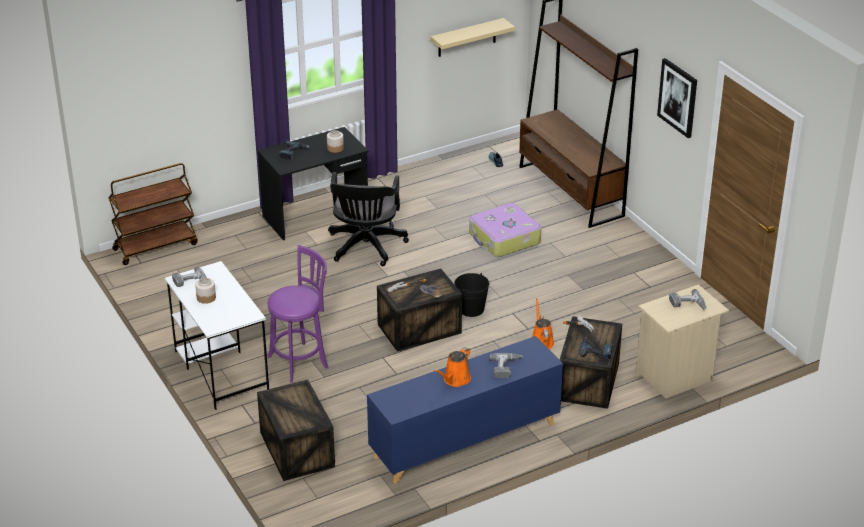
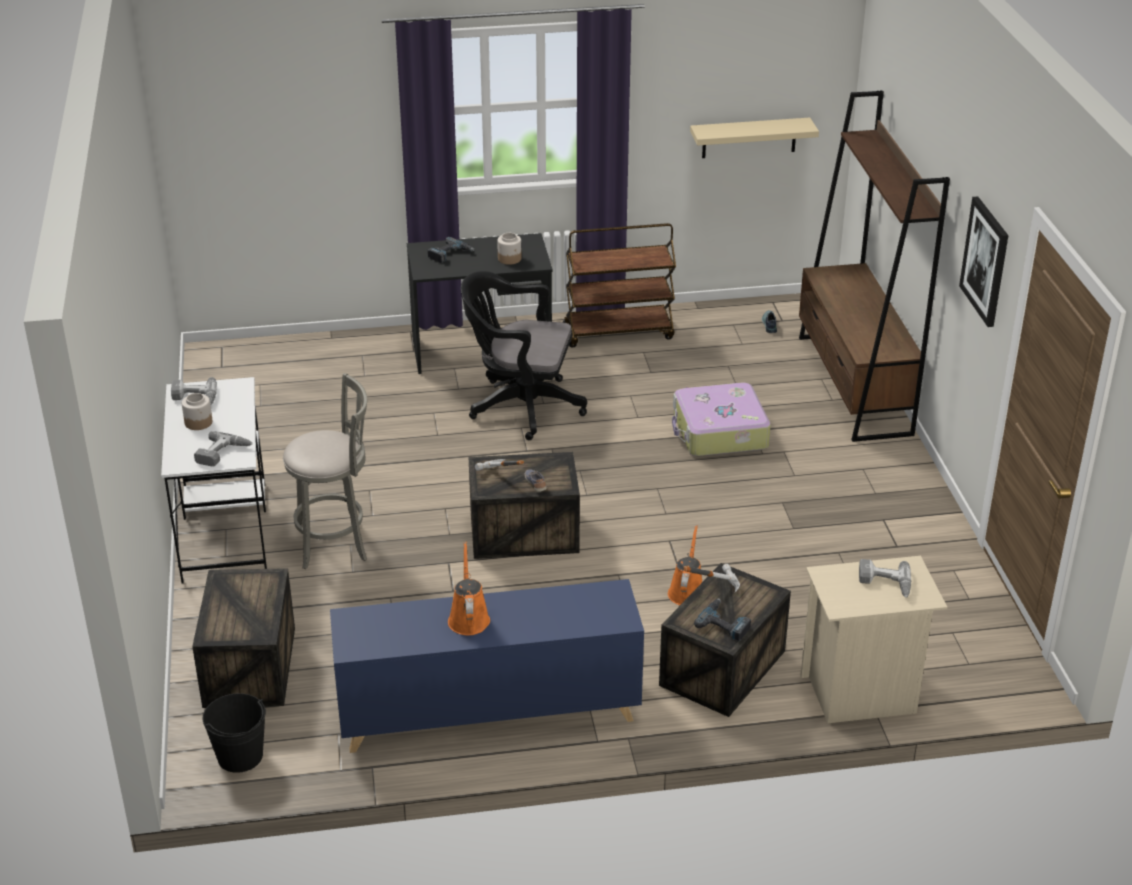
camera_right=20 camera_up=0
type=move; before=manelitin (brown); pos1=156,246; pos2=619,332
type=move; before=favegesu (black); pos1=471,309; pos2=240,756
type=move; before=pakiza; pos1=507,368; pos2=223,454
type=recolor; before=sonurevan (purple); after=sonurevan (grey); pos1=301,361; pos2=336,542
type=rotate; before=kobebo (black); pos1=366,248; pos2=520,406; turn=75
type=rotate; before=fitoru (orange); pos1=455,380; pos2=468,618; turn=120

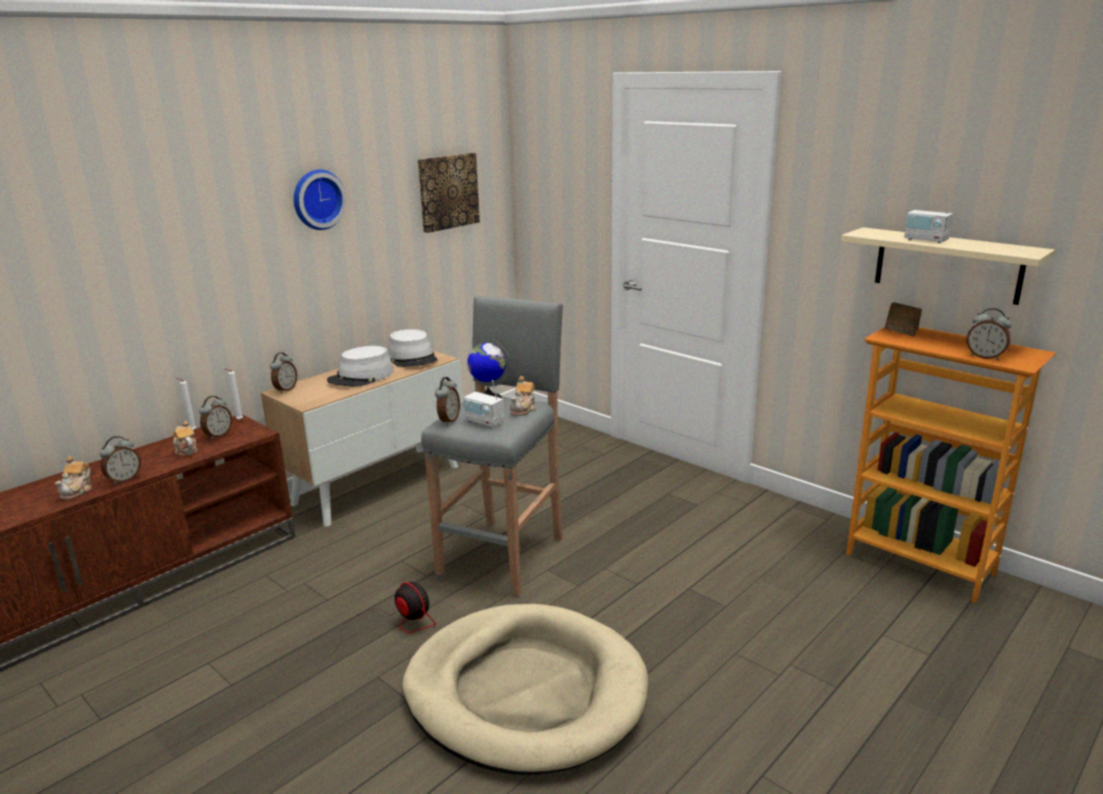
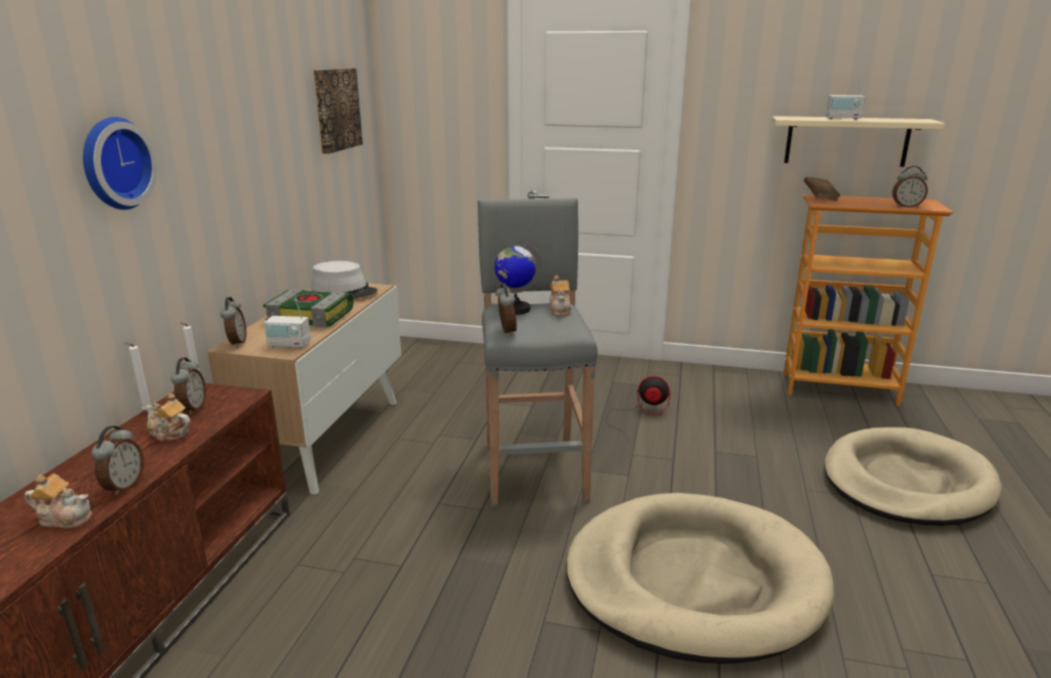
camera_right=-30 camera_up=0
type=insert; after=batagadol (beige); pos2=906,482
type=move; before=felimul; pos1=317,199; pos2=113,163
type=move; before=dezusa; pos1=393,625; pos2=640,414
type=move; before=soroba; pos1=484,422; pos2=289,345
type=replace; before=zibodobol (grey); after=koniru; pos1=361,377; pos2=312,316
type=rotate; before=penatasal; pos1=77,491; pos2=65,518; turn=-60

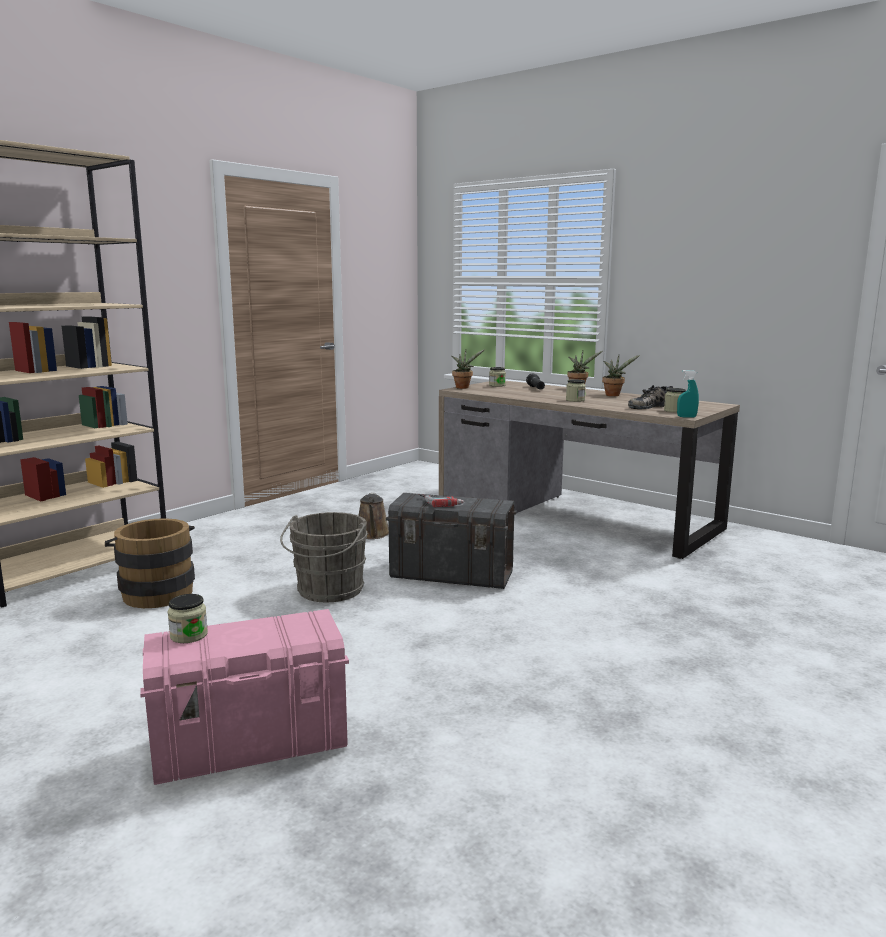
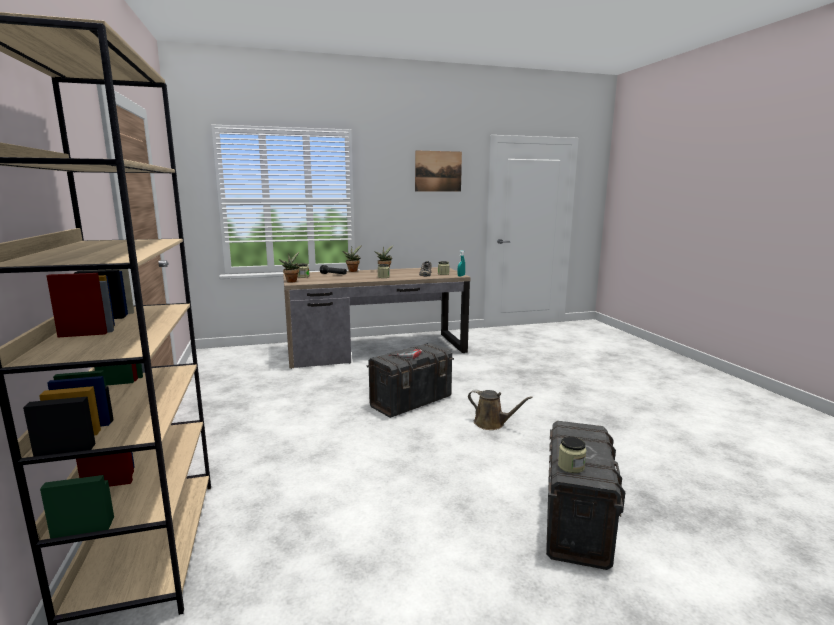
camera_right=-55 camera_up=0
type=delete; before=favegesu (brown); pos1=156,592
type=delete; before=favegesu (grey); pos1=328,591
type=insert; after=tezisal; pos2=438,171
type=move; before=fitoru (brown); pos1=372,535; pos2=492,424
type=recolor; before=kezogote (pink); after=kezogote (grey); pos1=251,744; pos2=576,521

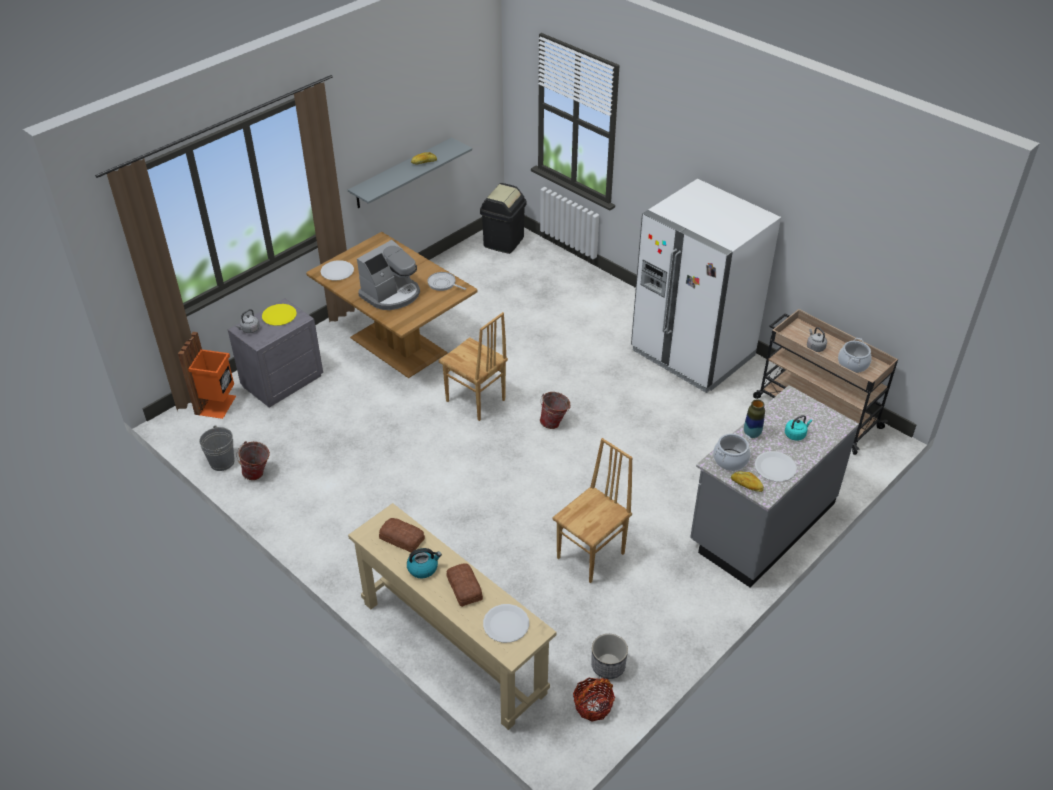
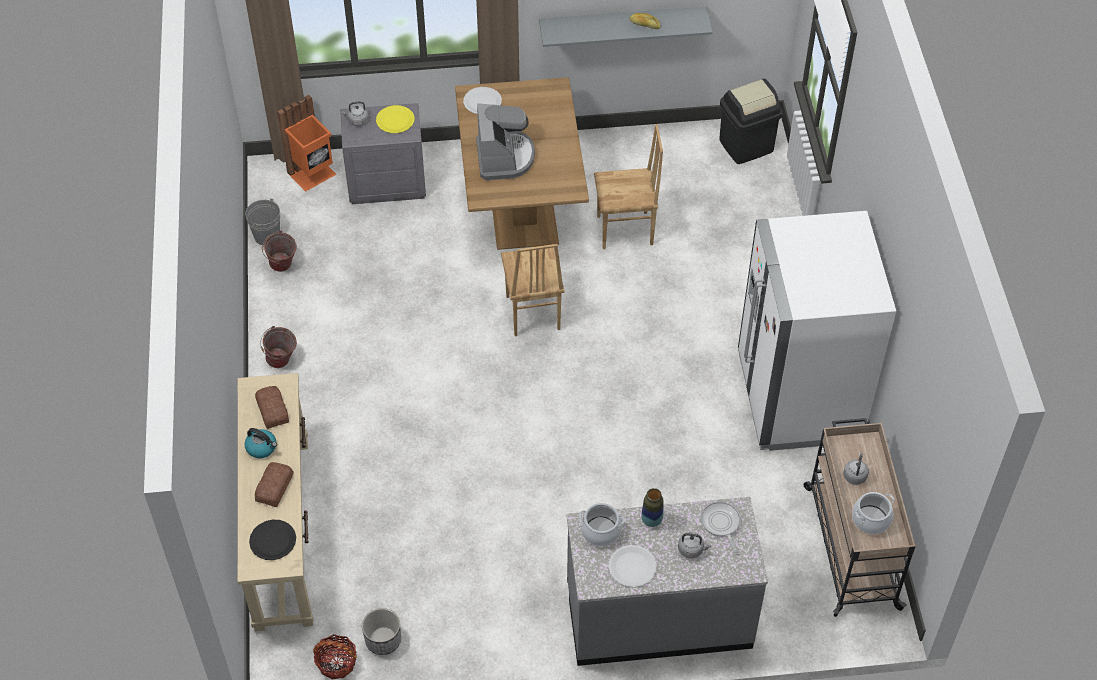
camera_right=40 camera_up=10
type=delete; before=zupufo; pos1=746,485
type=move; before=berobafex; pos1=443,284; pos2=721,524
type=move; before=favegesu; pos1=555,423; pos2=282,362
type=move; before=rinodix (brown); pos1=592,556; pos2=625,231
type=recolor; before=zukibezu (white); after=zukibezu (black); pos1=506,624; pos2=273,540
type=recolor; before=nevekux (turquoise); after=nevekux (grey); pos1=796,434; pos2=692,550
type=rotate; before=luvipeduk; pos1=391,294; pos2=504,157; turn=-90

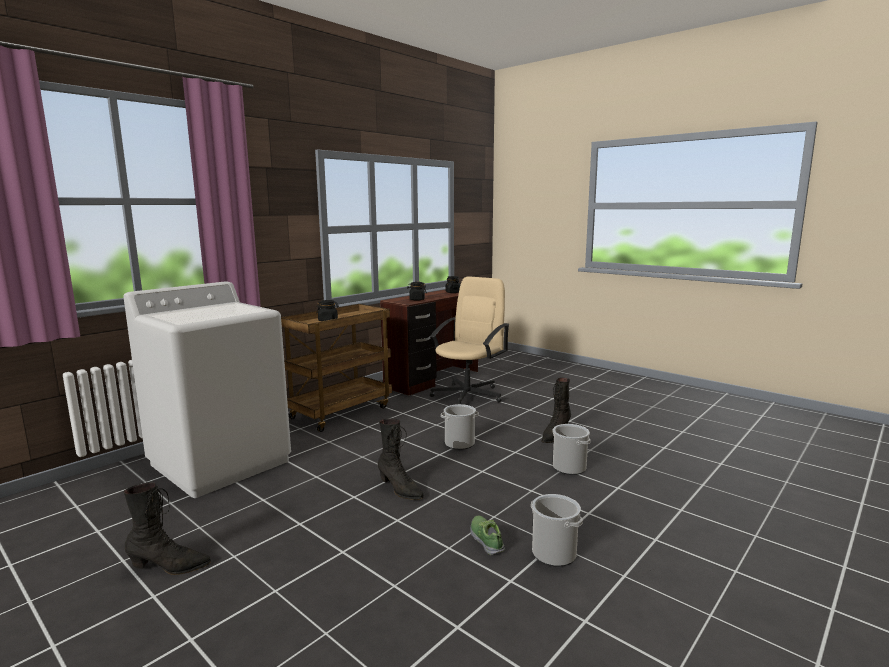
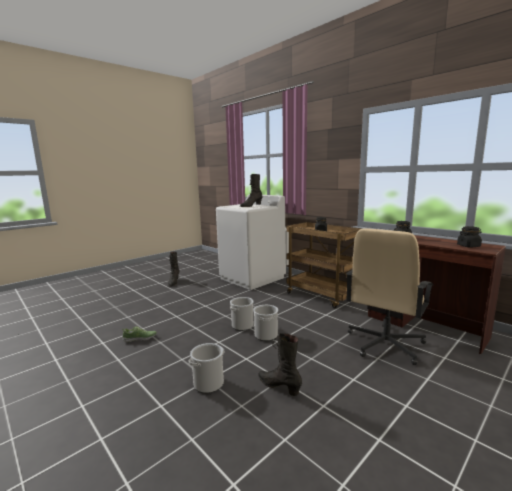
camera_right=95 camera_up=0
type=move; before=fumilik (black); pos1=400,490; pos2=251,206
type=move; before=favegesu; pos1=554,553; pos2=242,325
type=rotate; before=kobebo (beige); pos1=468,395; pos2=384,344; turn=90

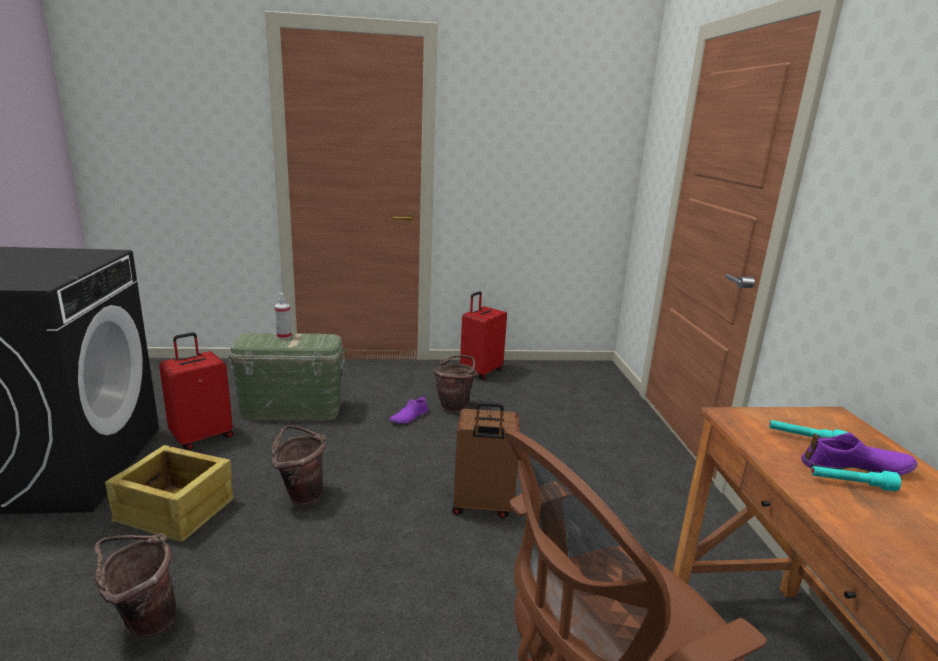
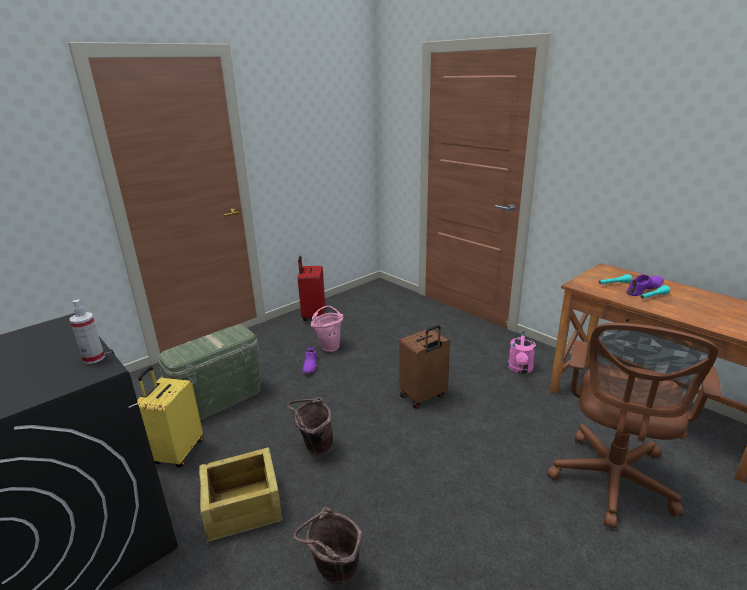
camera_right=-35 camera_up=5
type=insert; after=fitoru (pink); pos2=520,369
type=move; before=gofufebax; pos1=284,336; pos2=94,358
type=recolor; before=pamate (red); after=pamate (yellow); pos1=202,437; pos2=177,452
type=recolor; before=favegesu (brown); after=favegesu (pink); pos1=455,407; pos2=329,346

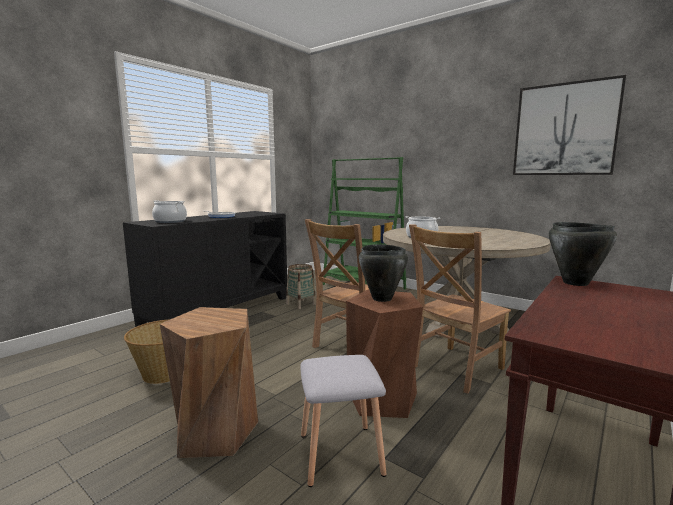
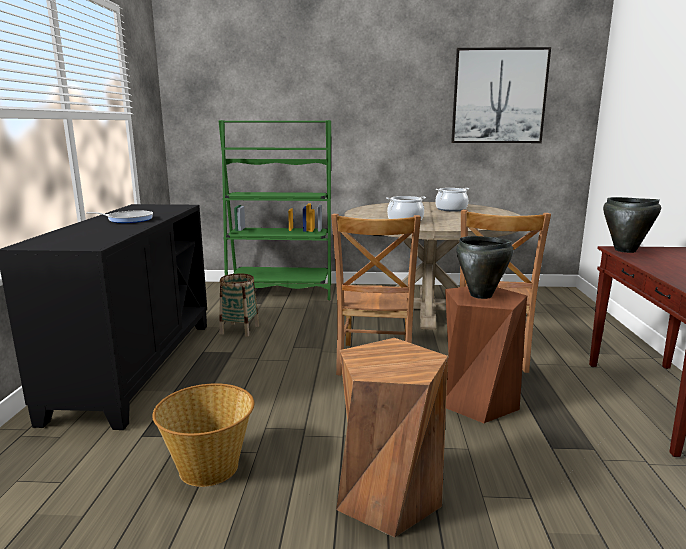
camera_right=-35 camera_up=5
type=delete; before=sonurevan (grey); pos1=339,454
type=move; before=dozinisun; pos1=170,221; pos2=451,209

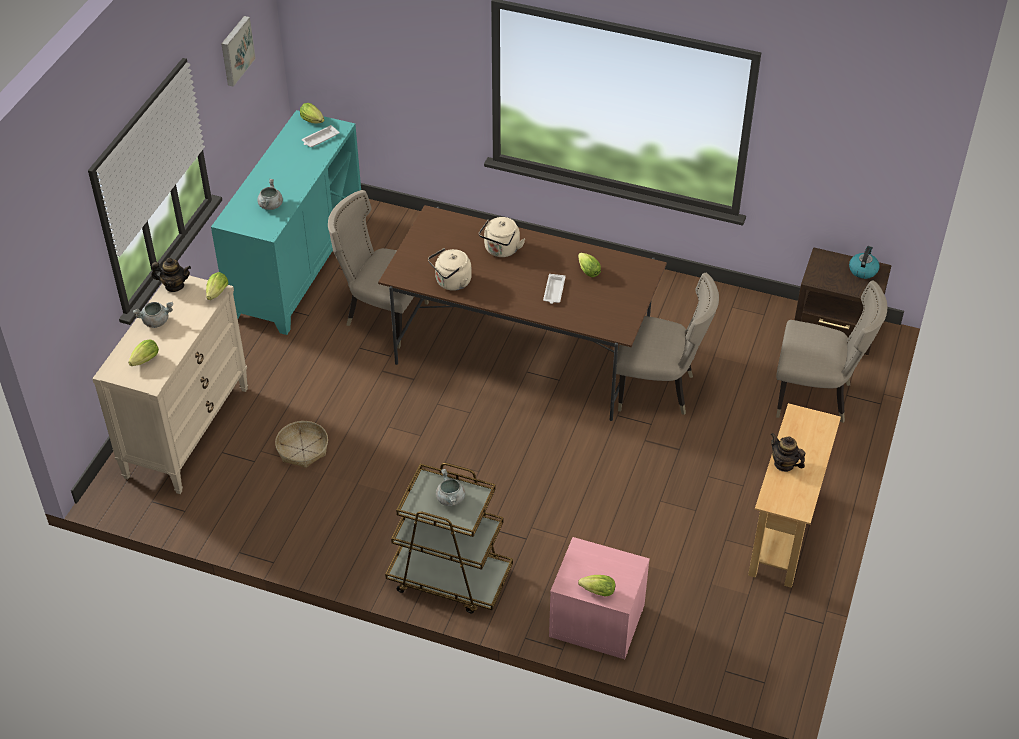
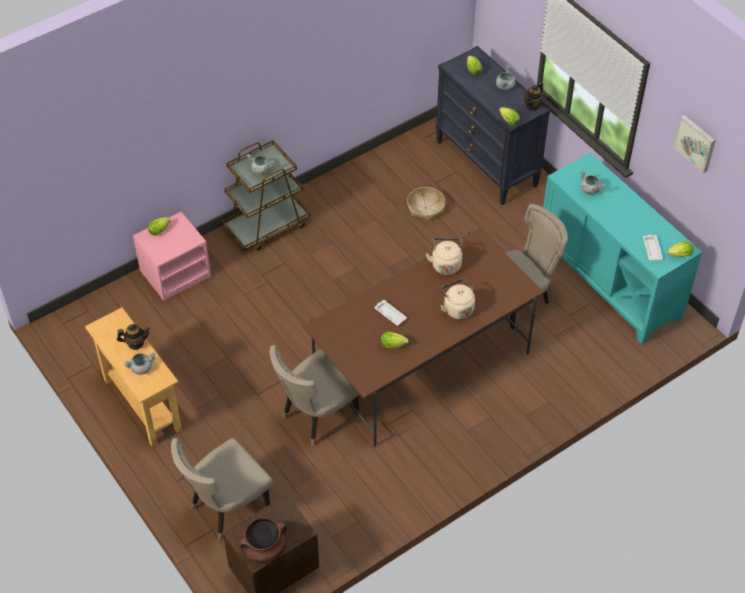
camera_right=125 camera_up=5
type=insert; after=dozinisun (grey); pos2=141,368
type=replace; before=nevekux; after=dozinisun (brown); pos1=863,270; pos2=264,548
type=recolor; before=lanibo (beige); after=lanibo (black); pos1=187,431; pos2=487,163

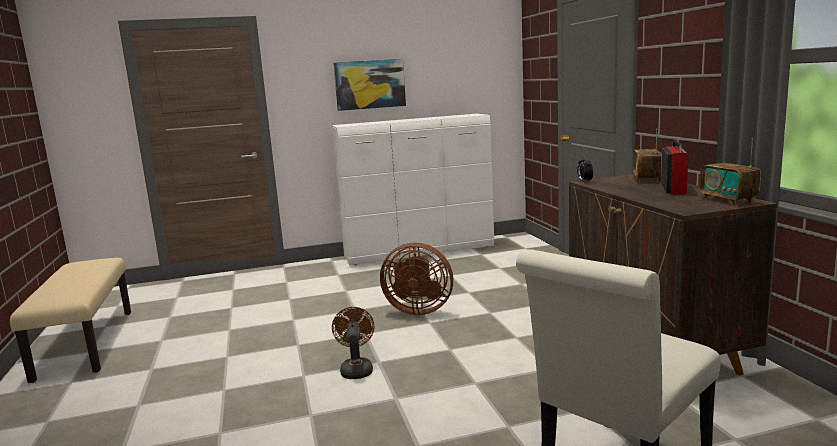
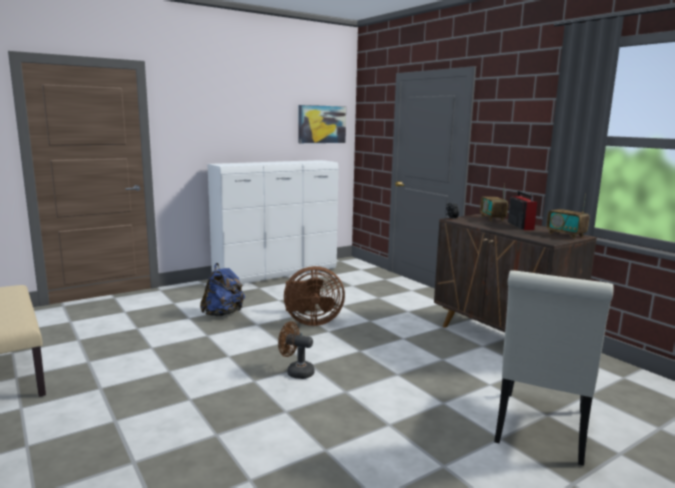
camera_right=-20 camera_up=0
type=insert; after=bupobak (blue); pos2=223,314
type=move; before=tezisal; pos1=370,84; pos2=322,124
type=rotate; before=dezusa (brown); pos1=356,369; pos2=296,372; turn=-45

